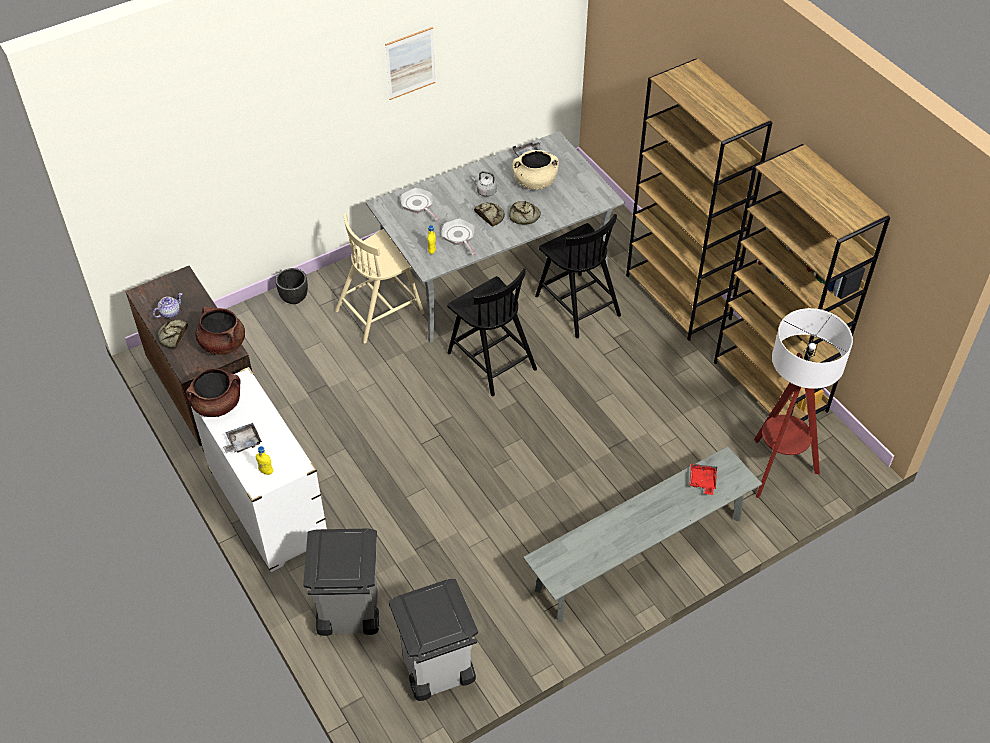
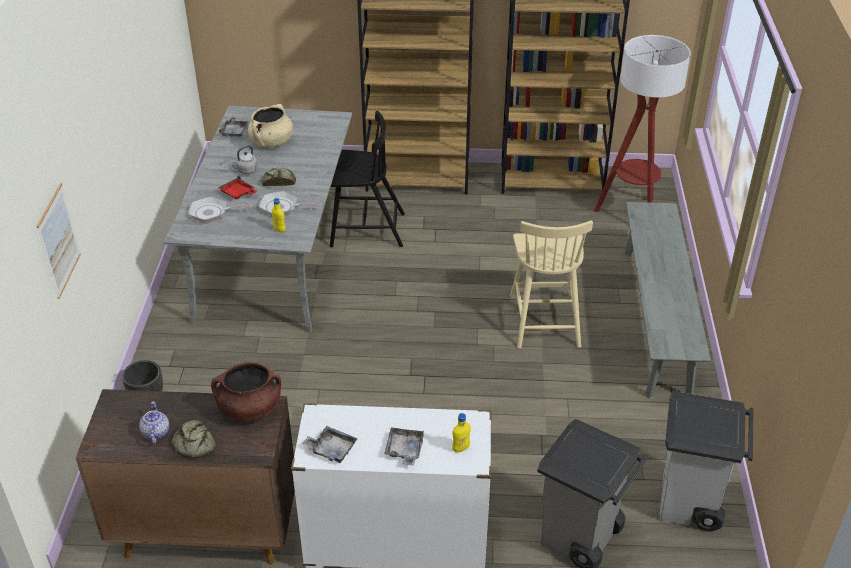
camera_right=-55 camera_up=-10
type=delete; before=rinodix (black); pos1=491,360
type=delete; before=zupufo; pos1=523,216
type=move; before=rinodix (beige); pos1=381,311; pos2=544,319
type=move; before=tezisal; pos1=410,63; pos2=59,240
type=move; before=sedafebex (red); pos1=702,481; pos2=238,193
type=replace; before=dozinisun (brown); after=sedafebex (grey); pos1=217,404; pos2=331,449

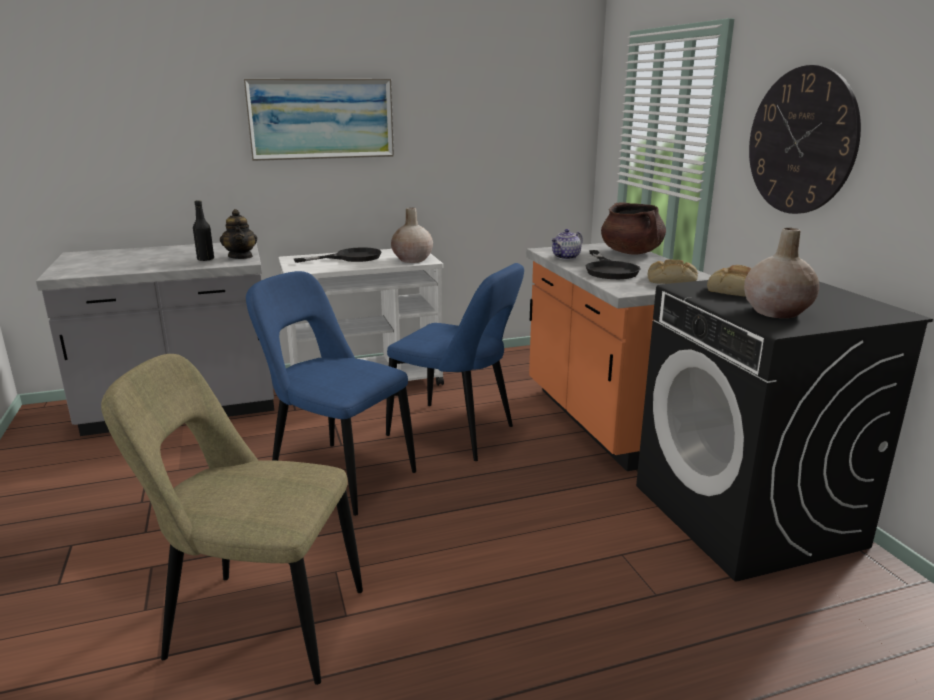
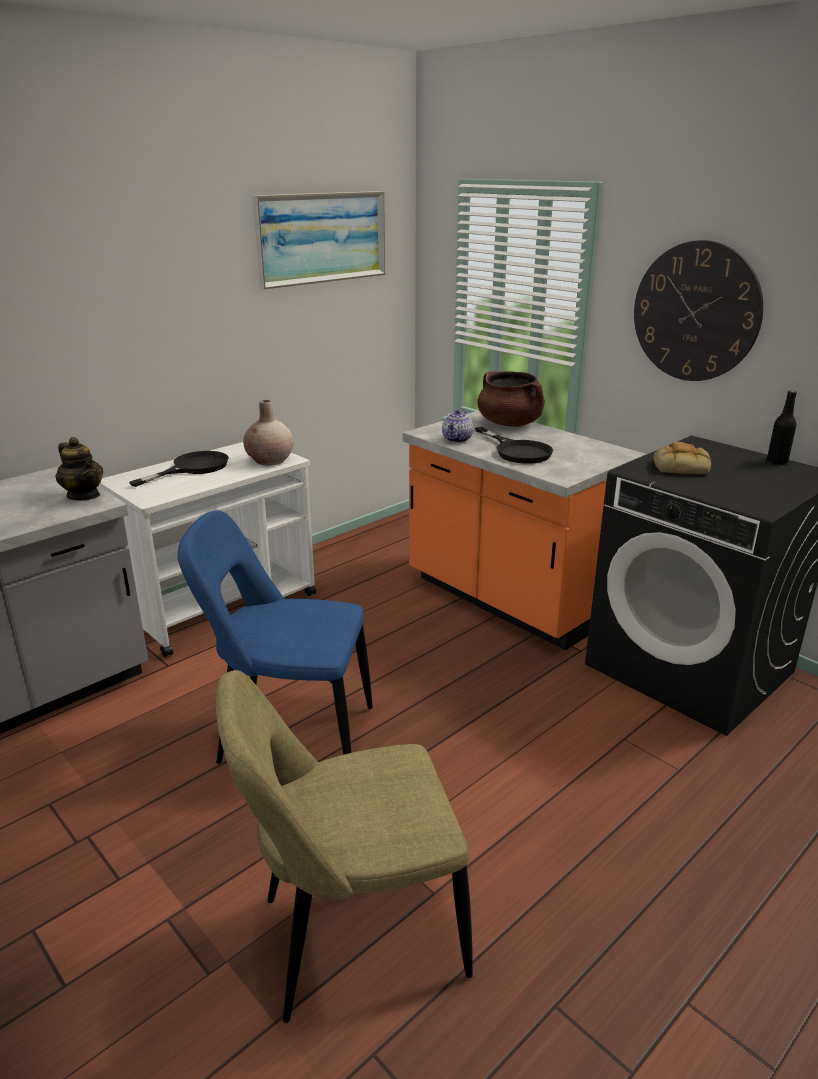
camera_right=-25 camera_up=5
type=delete; before=rinodix (blue); pos1=456,433
type=delete; before=zupufo; pos1=671,280
type=delete; before=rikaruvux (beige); pos1=777,312
type=move; before=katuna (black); pos1=205,259; pos2=777,461
type=move; before=tezisal; pos1=321,119; pos2=322,238

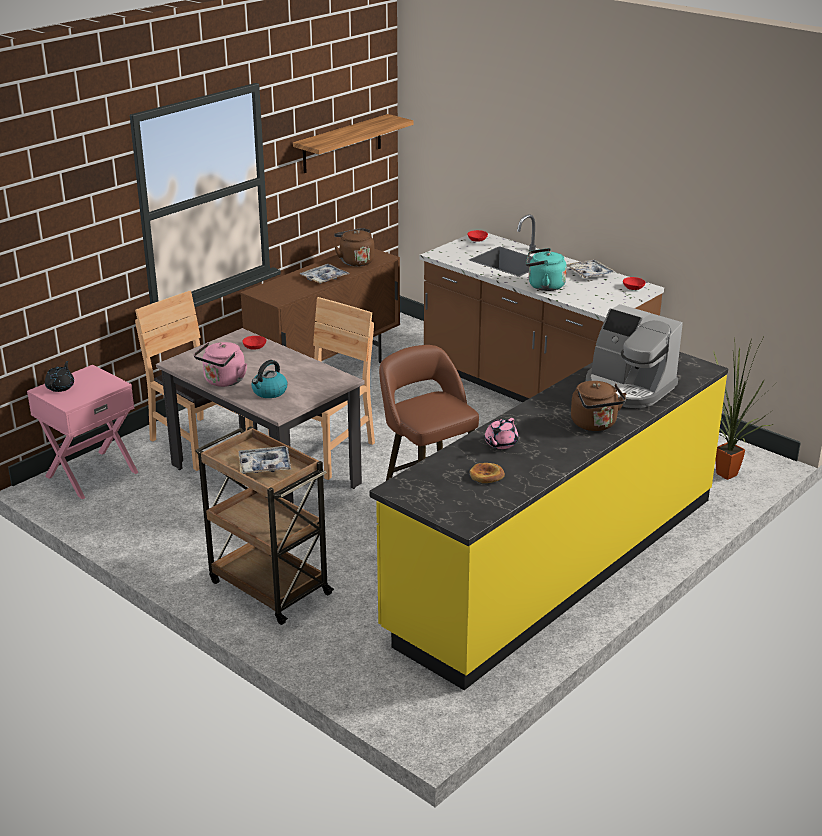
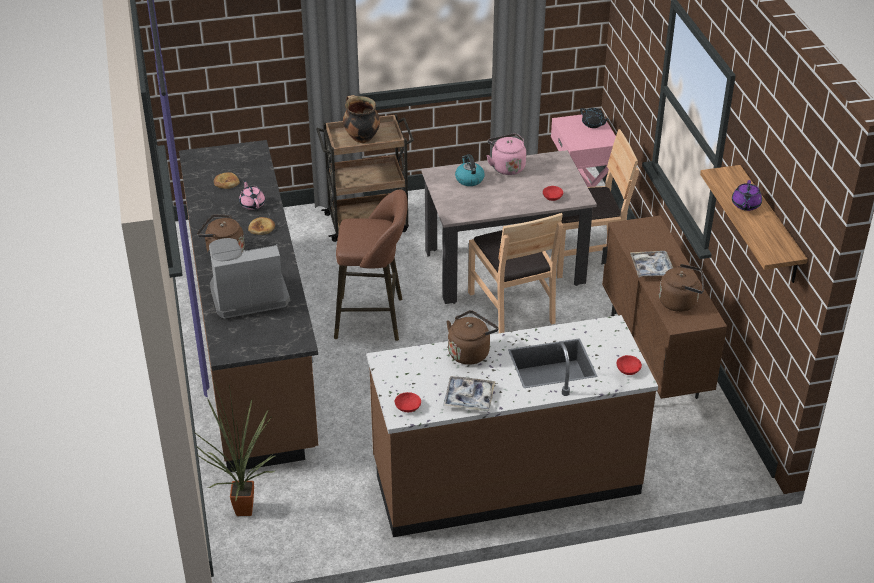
camera_right=125 camera_up=10
type=insert; after=zupufo; pos2=262,228
type=insert; after=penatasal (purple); pos2=745,205
type=replace; before=sedafebex; after=dozinisun; pos1=265,466; pos2=361,137
type=recolor; before=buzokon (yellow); after=buzokon (brown); pos1=554,563; pos2=253,345
type=recolor; before=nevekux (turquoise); after=nevekux (brown); pos1=543,286; pos2=470,352

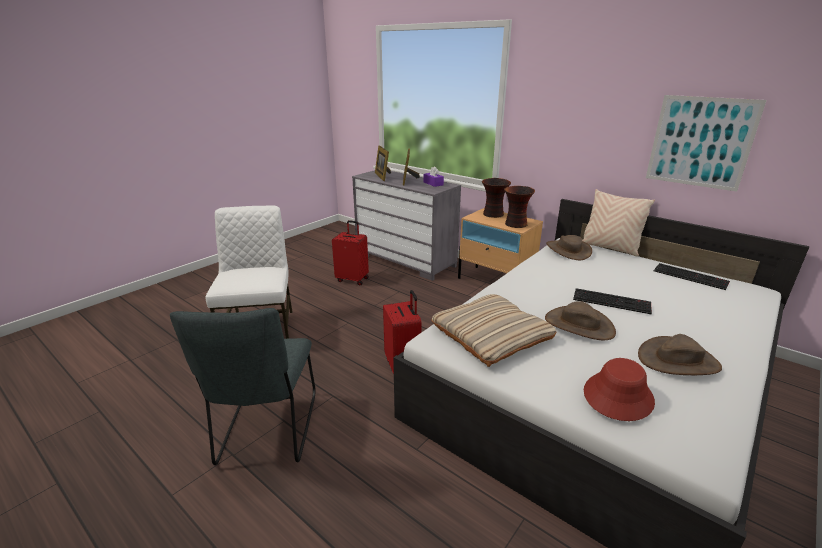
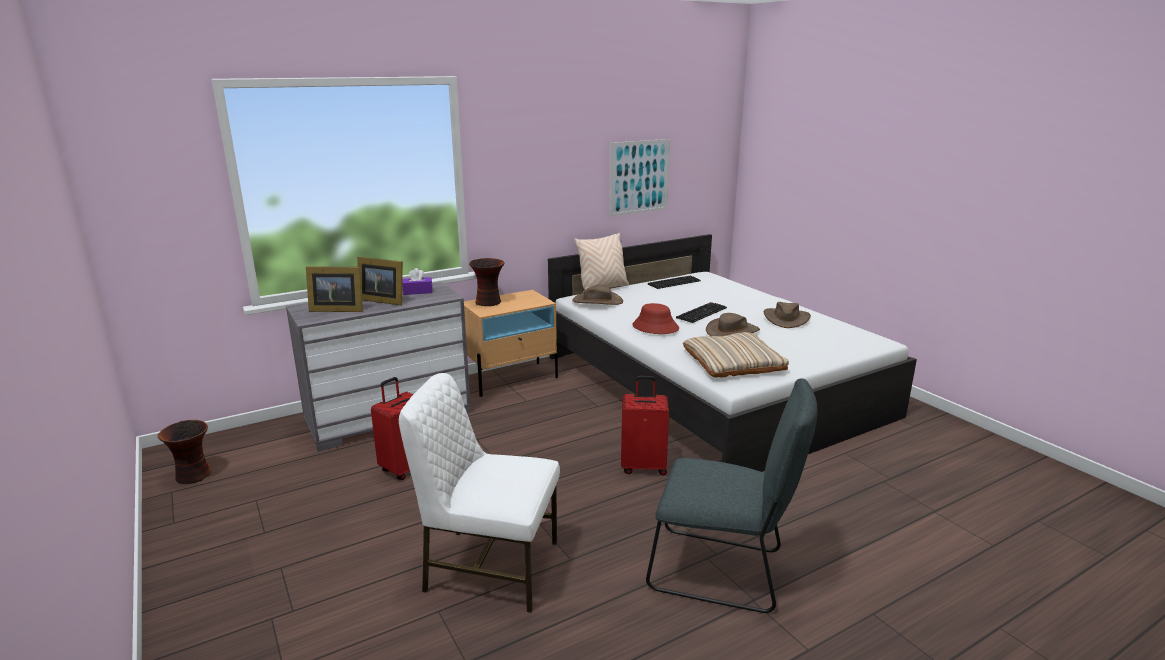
camera_right=-70 camera_up=-5
type=move; before=rikaruvux; pos1=515,224; pos2=194,476
type=move; before=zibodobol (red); pos1=617,396; pos2=655,327

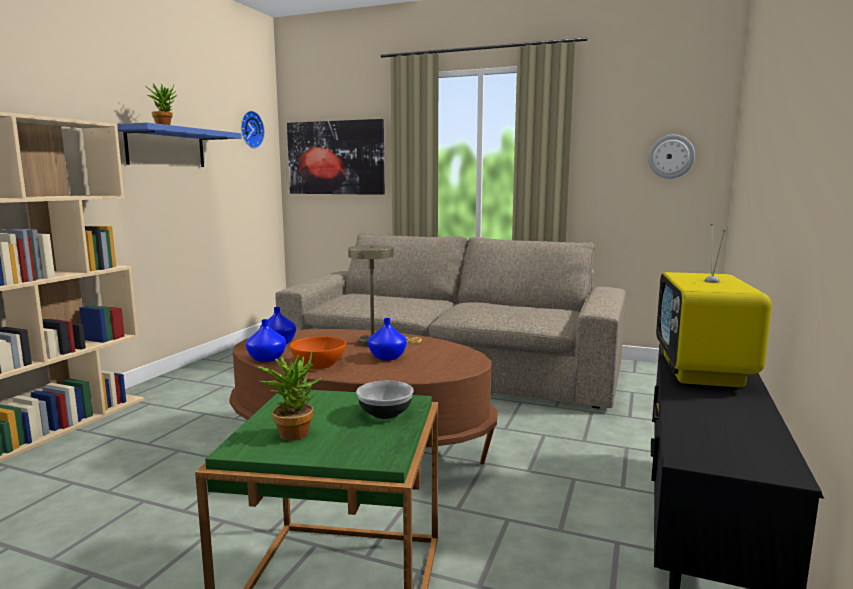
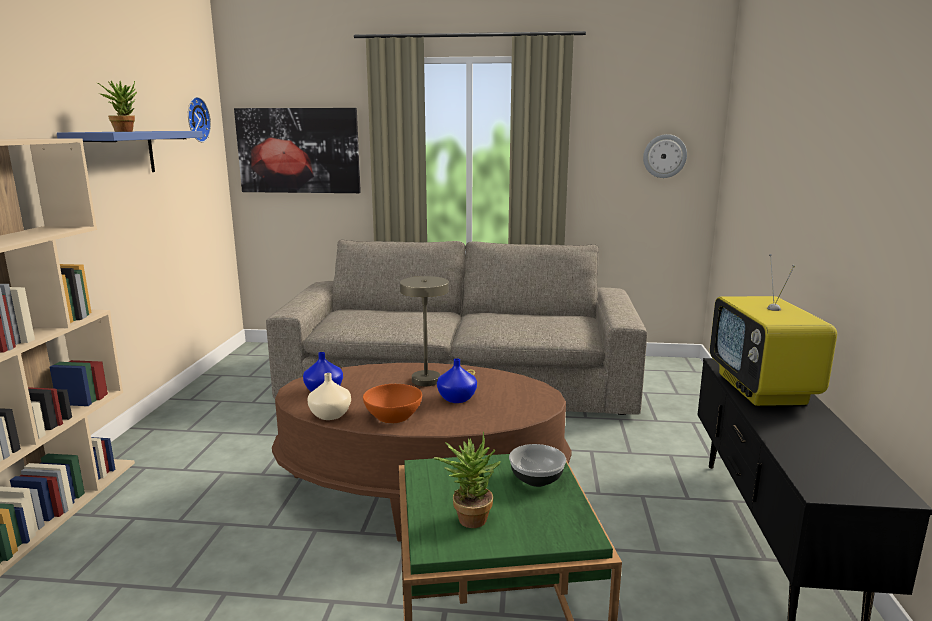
camera_right=-15 camera_up=5
type=recolor; before=rikaruvux (blue); after=rikaruvux (beige); pos1=266,359; pos2=329,415

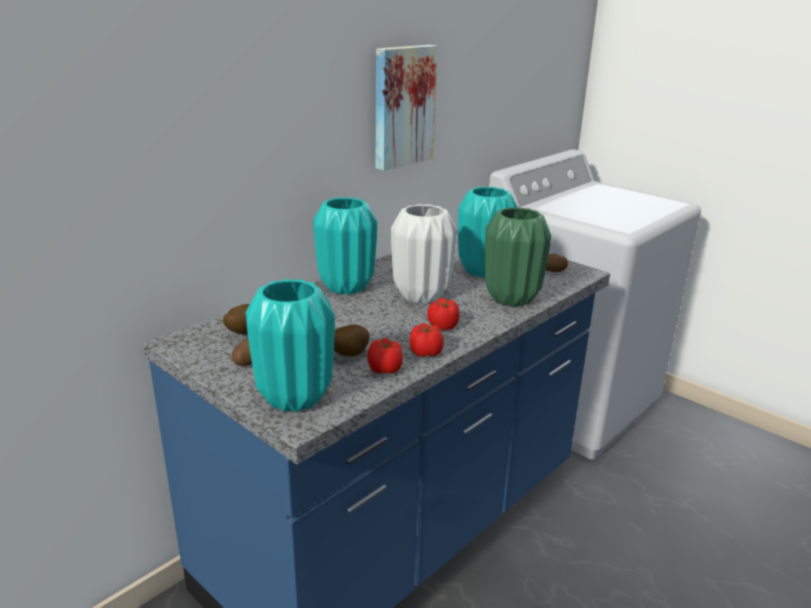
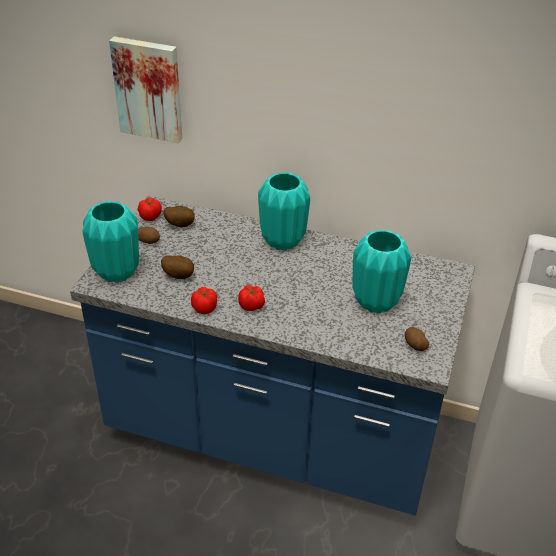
camera_right=65 camera_up=15
type=delete; before=rikaruvux (white); pos1=421,295
type=delete; before=rikaruvux (green); pos1=511,298
type=move; before=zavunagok; pos1=385,369; pos2=150,216
type=move; before=tezisal; pos1=402,106; pos2=149,89

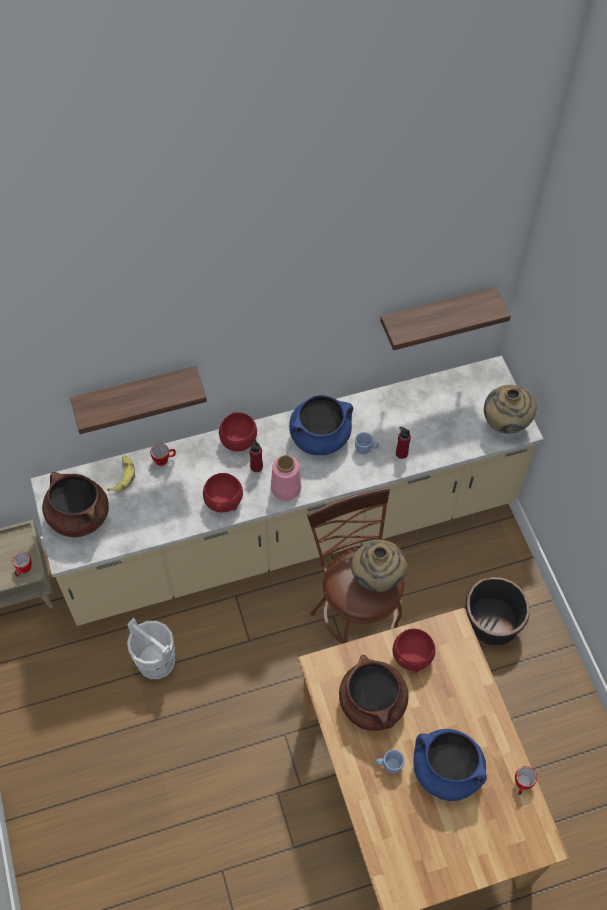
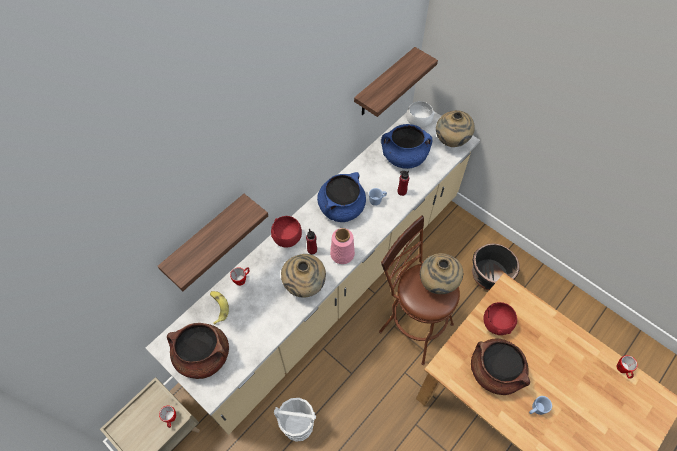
camera_right=-30 camera_up=0
type=insert; after=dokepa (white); pos2=418,122
type=move; before=dozinisun (blue); pos1=446,771; pos2=404,157
type=replace; before=dokepa (red); after=rikaruvux (beige); pos1=224,500; pos2=305,285

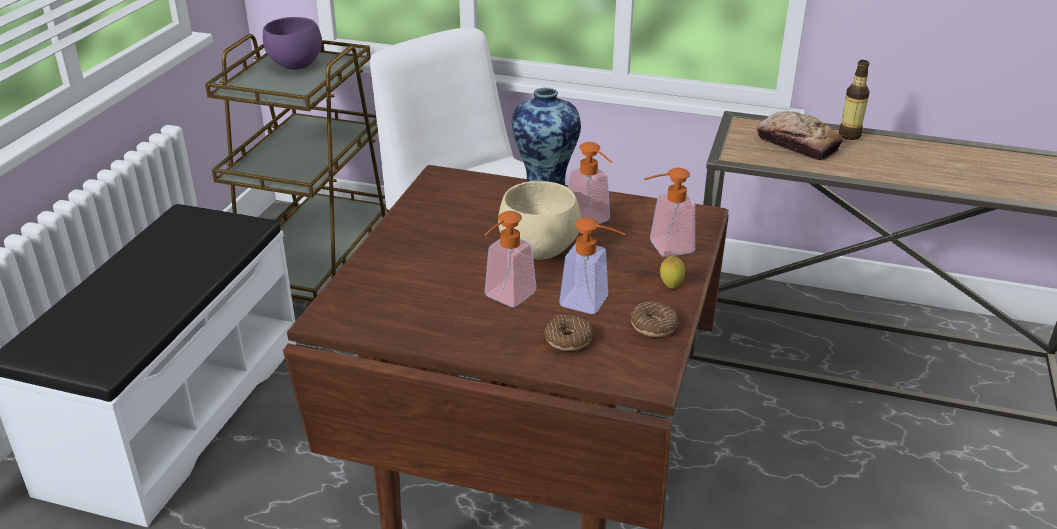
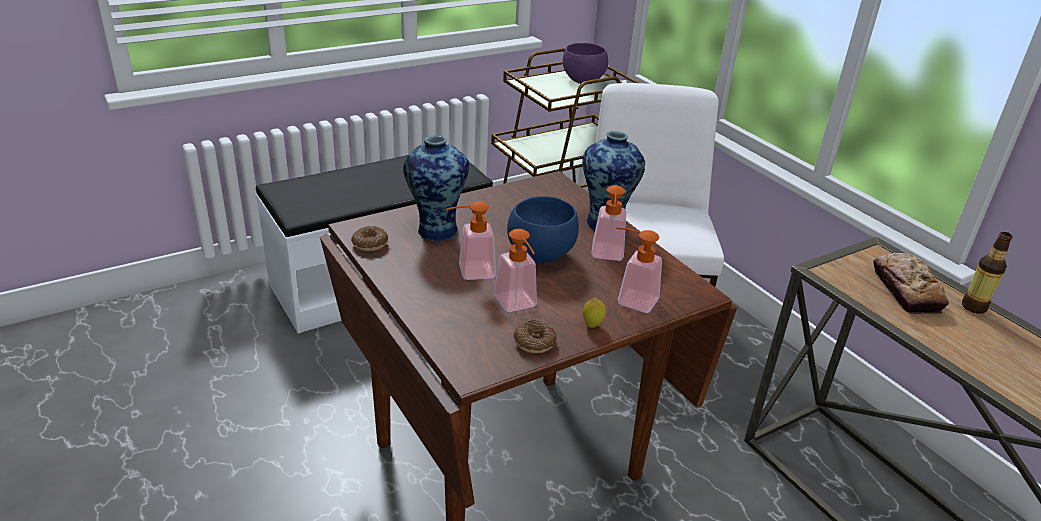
camera_right=40 camera_up=0
type=insert; after=rikaruvux; pos2=436,230
type=move; before=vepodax; pos1=568,339; pos2=370,244
type=recolor; before=dokepa (beige); after=dokepa (blue); pos1=536,250; pos2=539,254

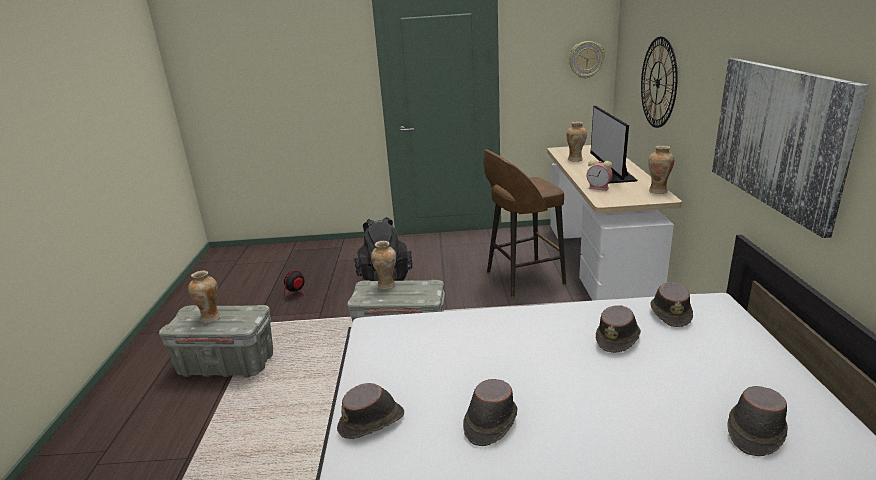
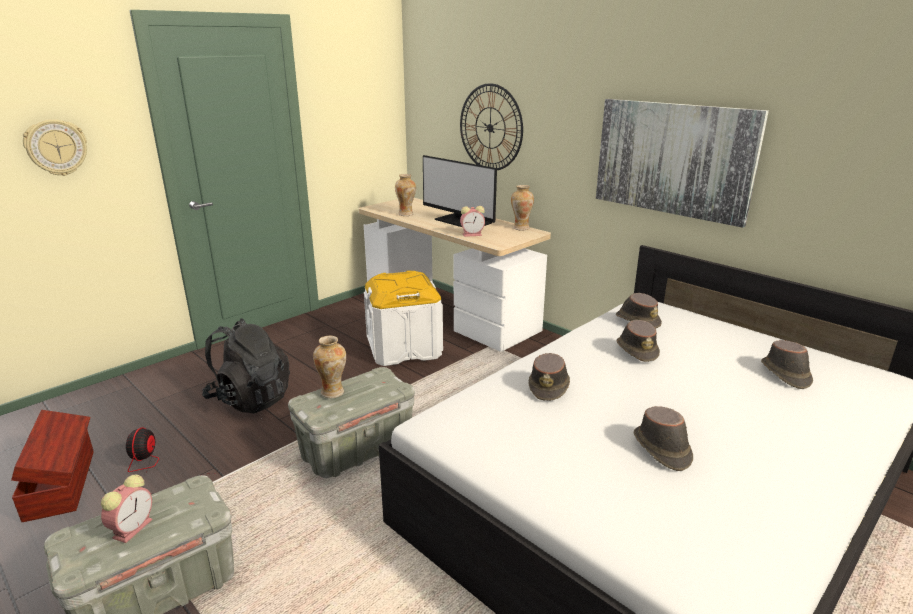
camera_right=-45 camera_up=0
type=insert; after=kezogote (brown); pos2=62,483
type=move; before=zibodobol (brown); pos1=372,421; pos2=549,386
type=move; before=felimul; pos1=586,60; pos2=56,147
type=replace; before=rikaruvux; after=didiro; pos1=211,318; pos2=133,527
type=replace; before=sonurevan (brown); after=kezogote (white); pos1=522,278; pos2=404,348

